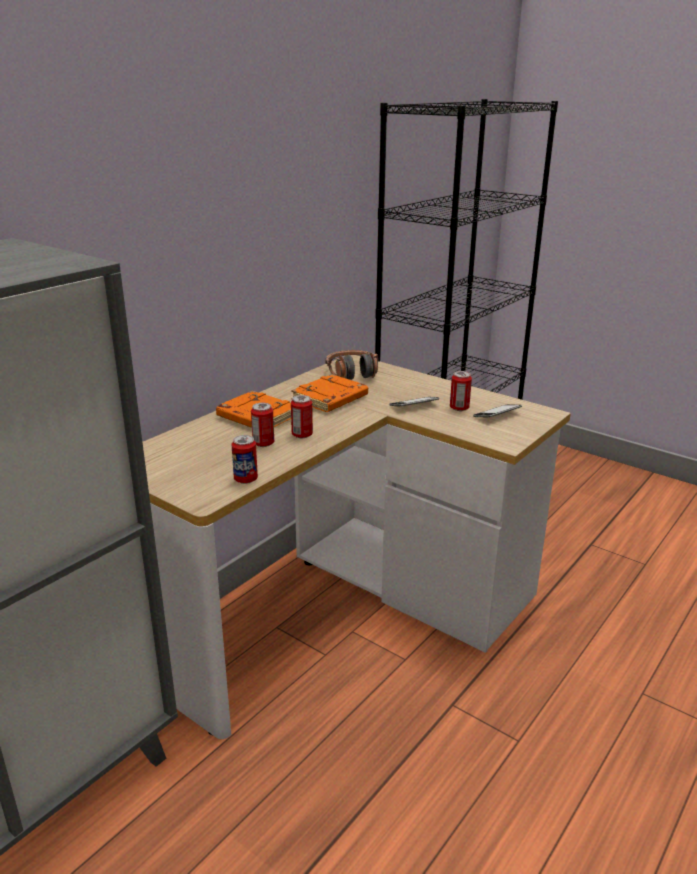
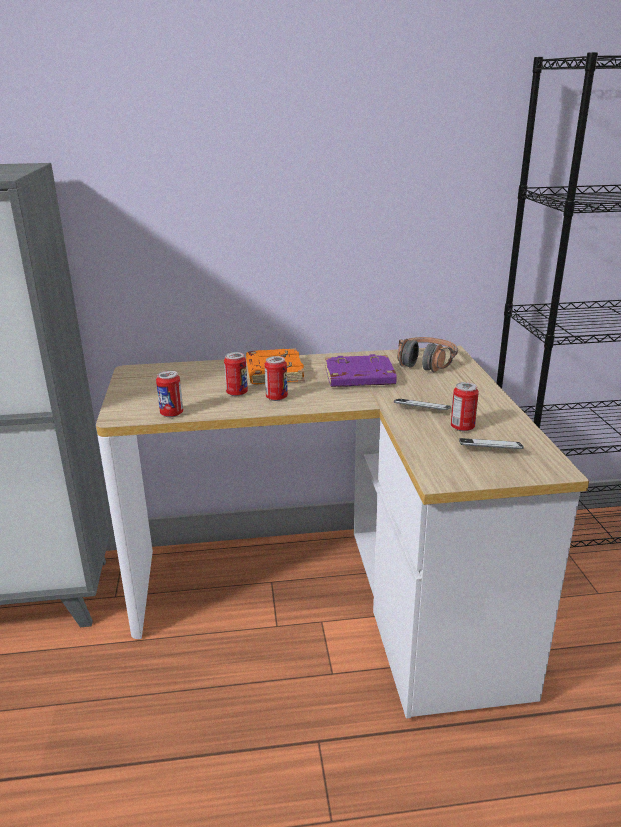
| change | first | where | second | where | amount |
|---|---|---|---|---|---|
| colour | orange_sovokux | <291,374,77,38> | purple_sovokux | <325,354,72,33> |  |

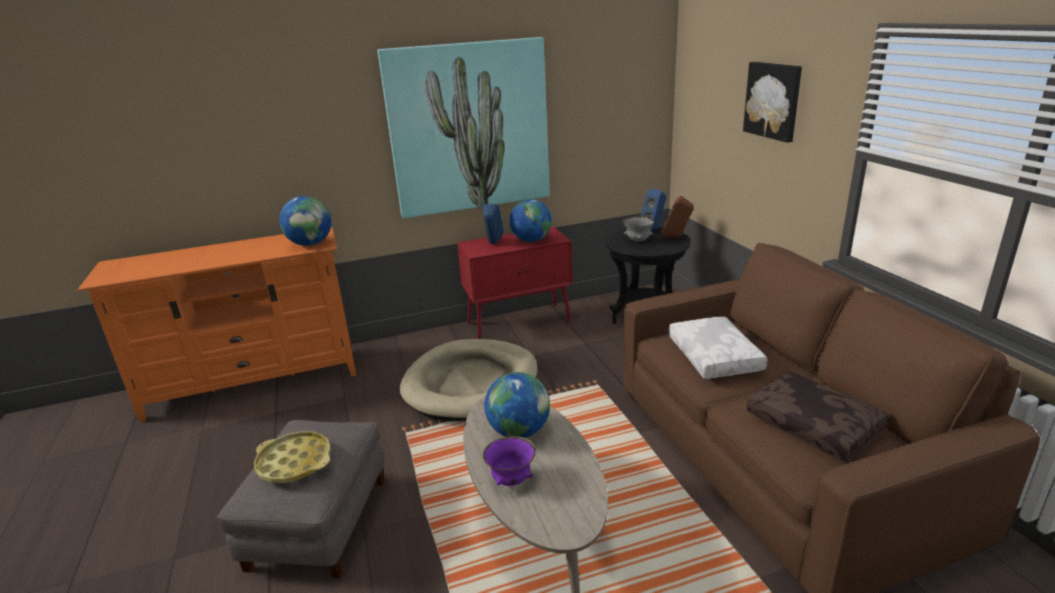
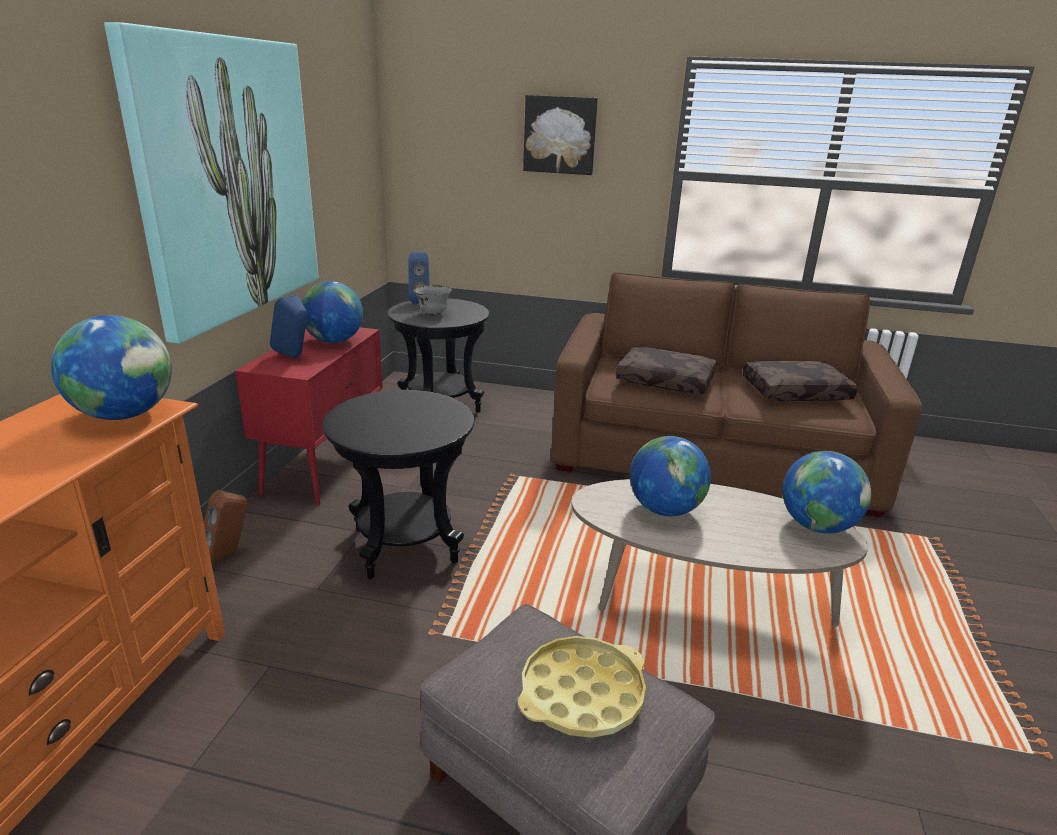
| change | first | where | second | where | amount |
|---|---|---|---|---|---|
| relocated | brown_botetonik | <661,196,33,42> |  | <204,490,44,74> |  |
| exchanged | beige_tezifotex | <400,339,138,82> | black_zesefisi | <322,390,152,189> |  |
| colour | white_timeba | <668,317,99,62> | brown_timeba | <616,347,101,47> |  |
| appeared |  |  | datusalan | <782,451,89,82> |  |
| missing | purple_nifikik | <483,436,53,50> |  |  |  |

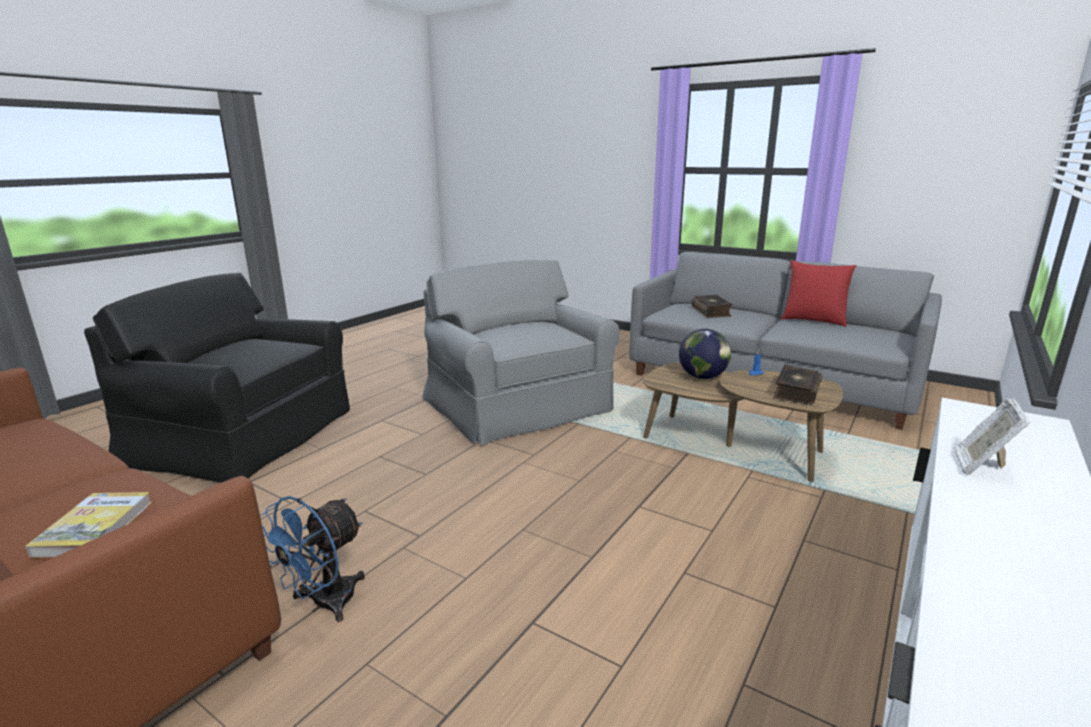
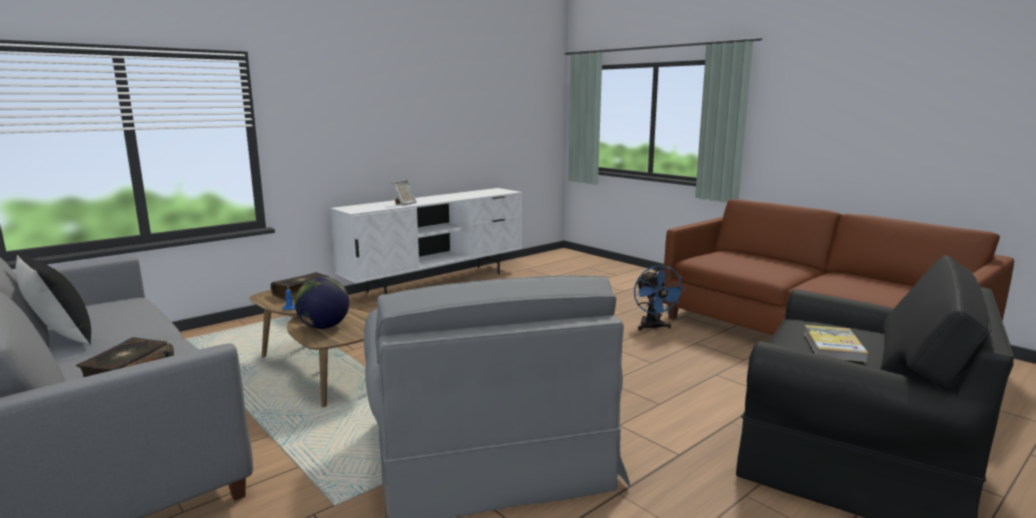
| change | first | where | second | where | amount |
|---|---|---|---|---|---|
| colour | red_timeba | <781,260,75,67> | black_timeba | <16,255,75,90> |  |
| spun | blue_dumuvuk | <260,496,105,126> |  | <634,265,52,66> | 120 degrees clockwise |
| relocated | sovokux | <25,492,127,66> |  | <804,325,64,37> |  |

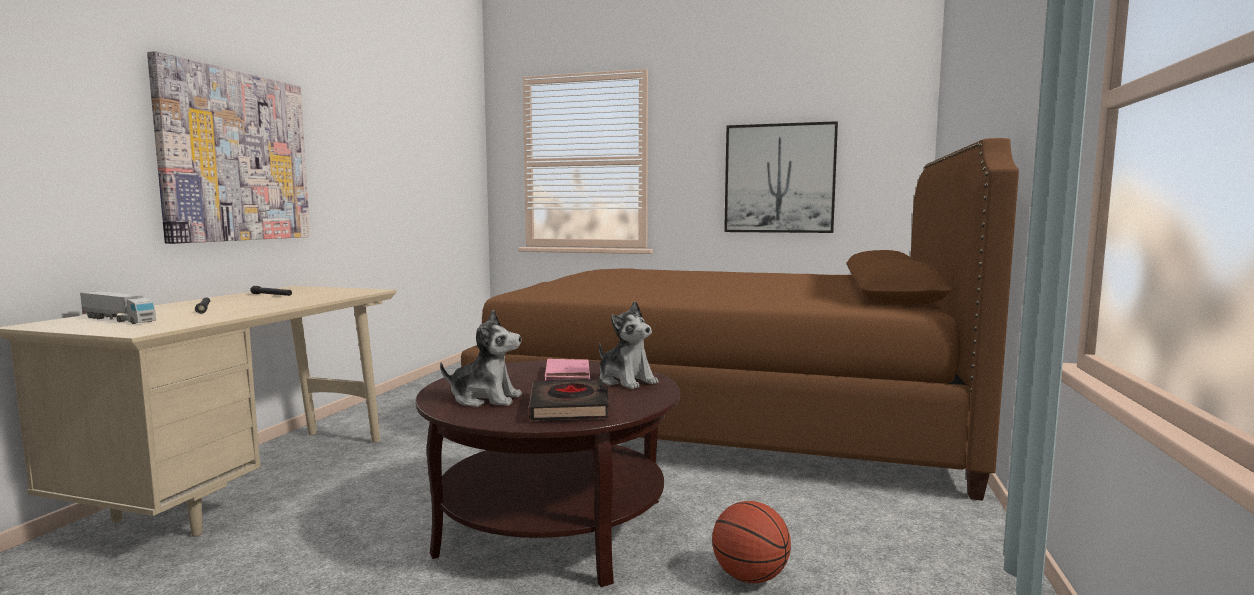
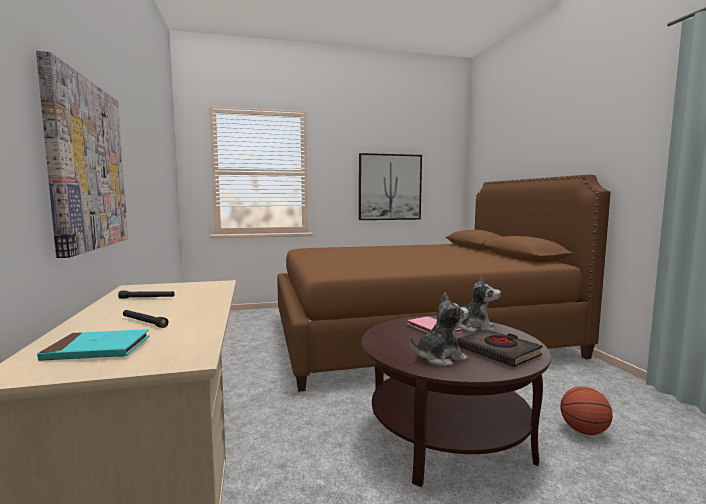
| change | first | where | second | where | amount |
|---|---|---|---|---|---|
| exchanged | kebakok | <80,291,76,33> | turquoise_sovokux | <37,329,113,32> |  |

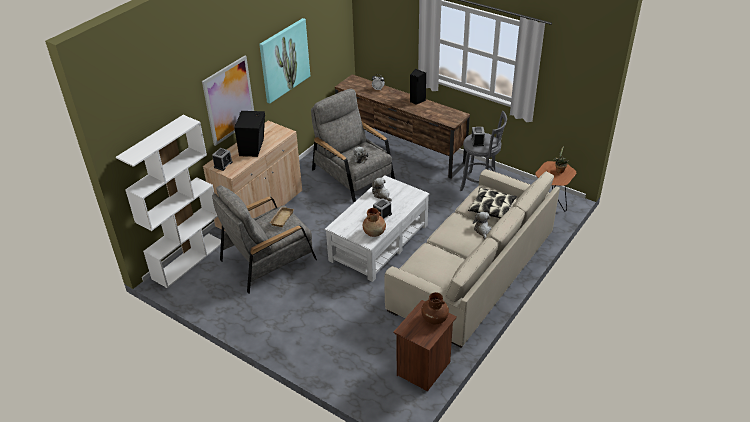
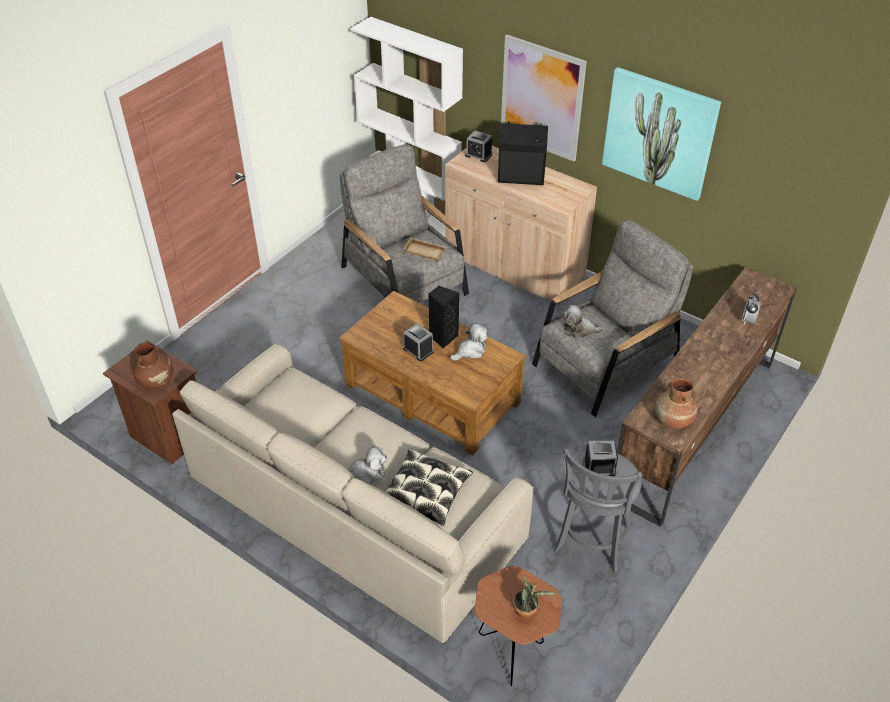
| change | first | where | second | where | amount |
|---|---|---|---|---|---|
| colour | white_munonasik | <325,175,105,107> | brown_munonasik | <339,291,187,164> |  |
| relocated | black_botetonik | <410,69,16,36> |  | <429,286,30,63> |  |
| relocated | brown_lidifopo | <363,208,23,29> |  | <655,378,43,51> |  |

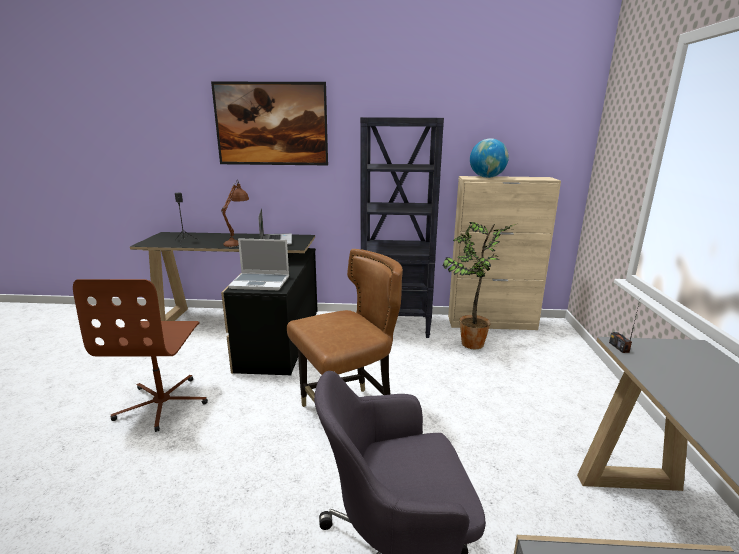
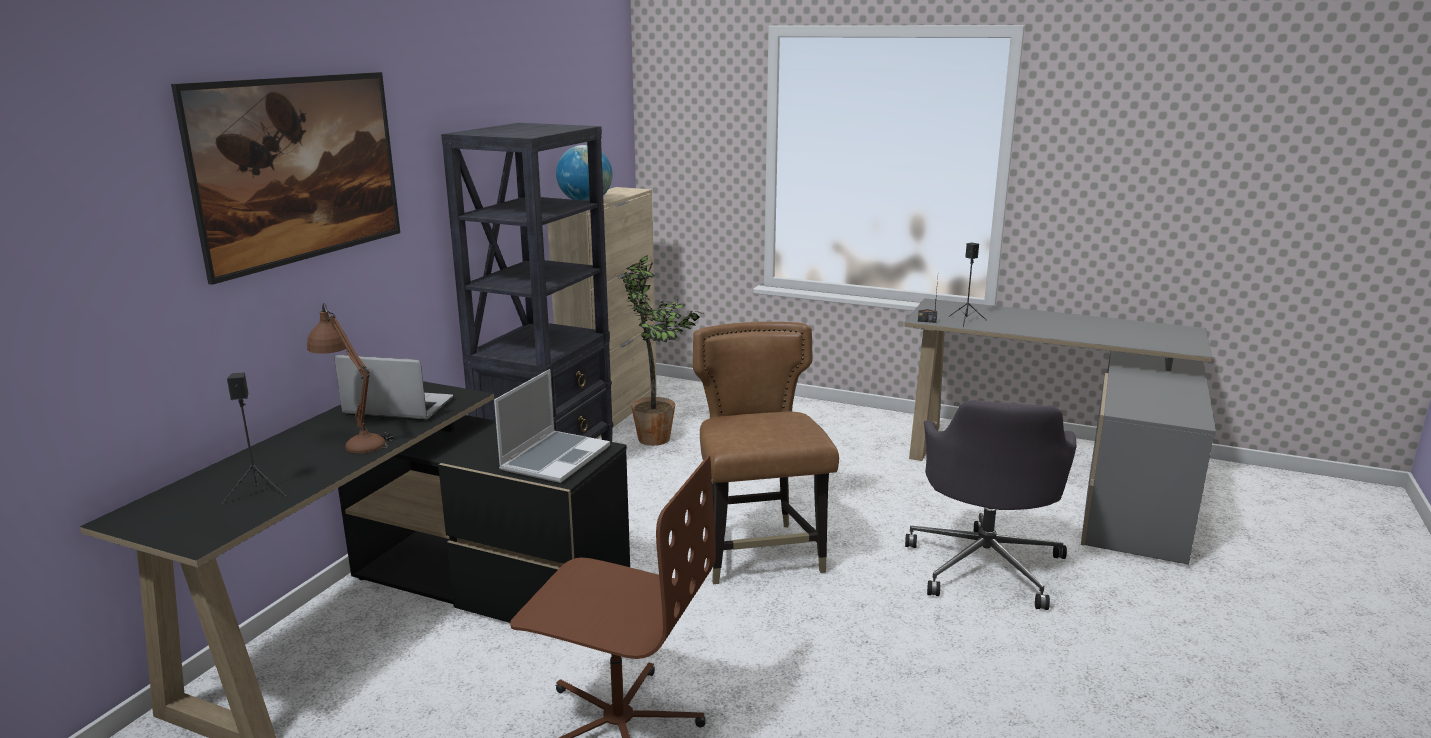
| change | first | where | second | where | amount |
|---|---|---|---|---|---|
| appeared |  |  | black_botetonik | <949,242,38,85> |  |

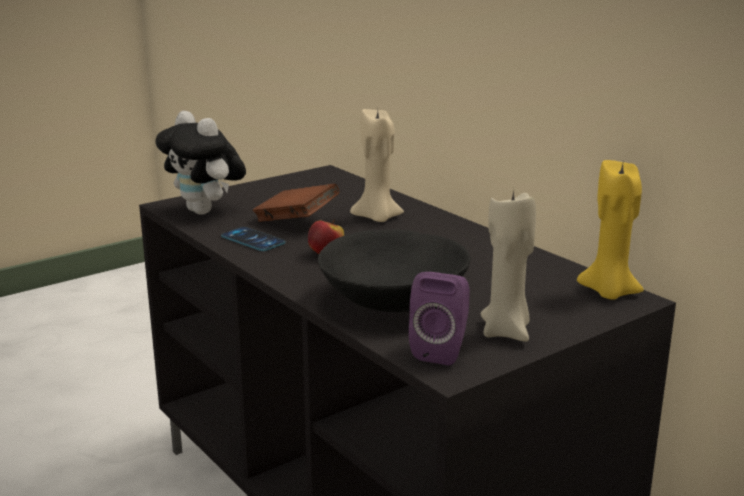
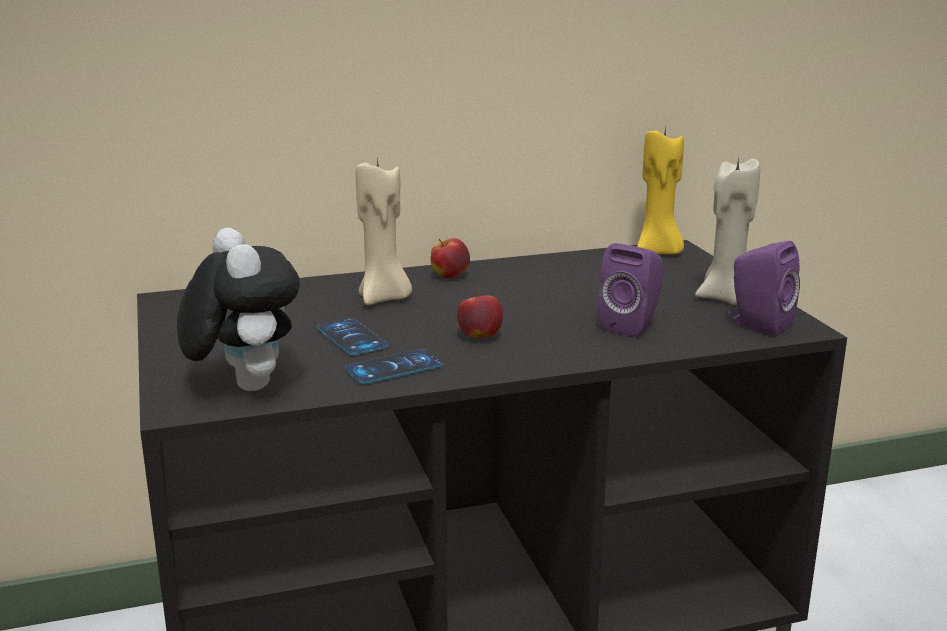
| change | first | where | second | where | amount |
|---|---|---|---|---|---|
| spun | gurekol | <155,111,91,104> |  | <177,228,123,163> | 90 degrees counterclockwise |
| exchanged | brown_sovokux | <253,183,86,39> | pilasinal | <317,318,71,37> |  |
| appeared |  |  | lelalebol | <430,238,40,40> |  |
| exchanged | black_nifikik | <318,229,152,83> | purple_botetonik | <598,243,65,94> |  |

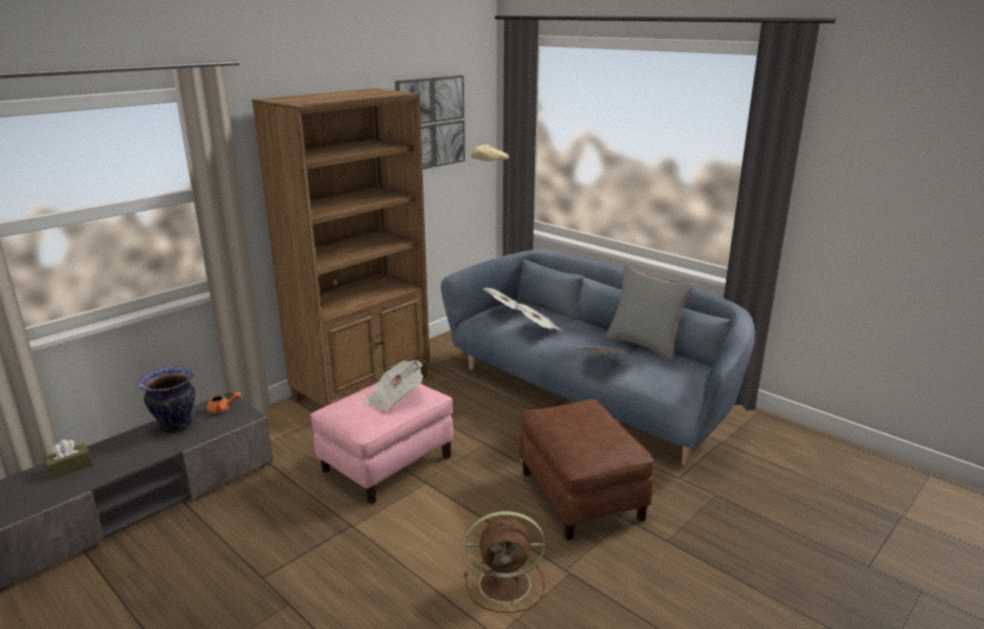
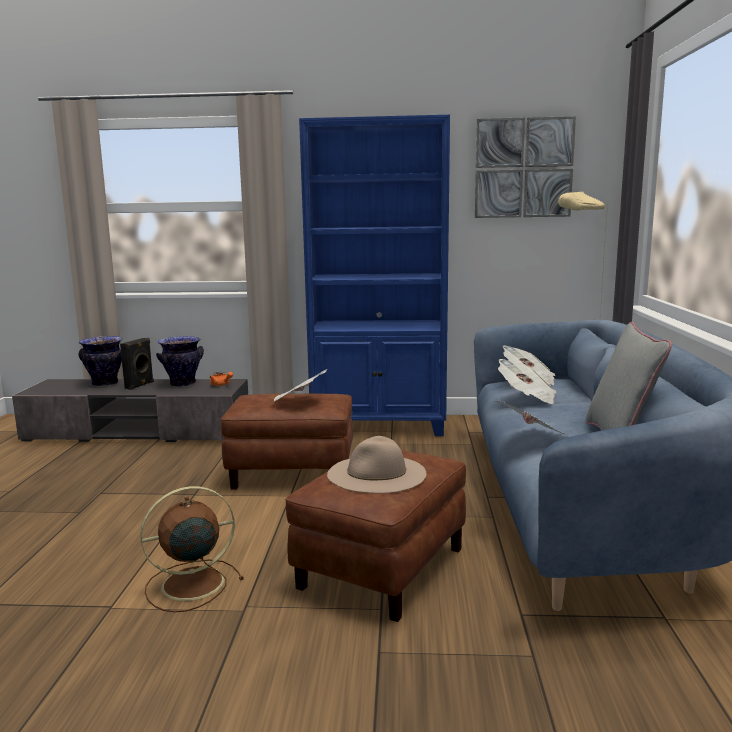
| change | first | where | second | where | amount |
|---|---|---|---|---|---|
| exchanged | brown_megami | <43,440,50,39> | lidifopo | <78,336,44,51> |  |
| appeared |  |  | black_botetonik | <120,338,34,52> |  |
| spun | brown_dumuvuk | <465,511,80,102> |  | <140,486,104,126> | 105 degrees clockwise |
| colour | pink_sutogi | <310,383,143,121> | brown_sutogi | <221,394,132,96> |  |
| colour | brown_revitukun | <252,88,178,321> | blue_revitukun | <299,115,151,321> |  |
| appeared |  |  | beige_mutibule | <327,436,99,58> |  |

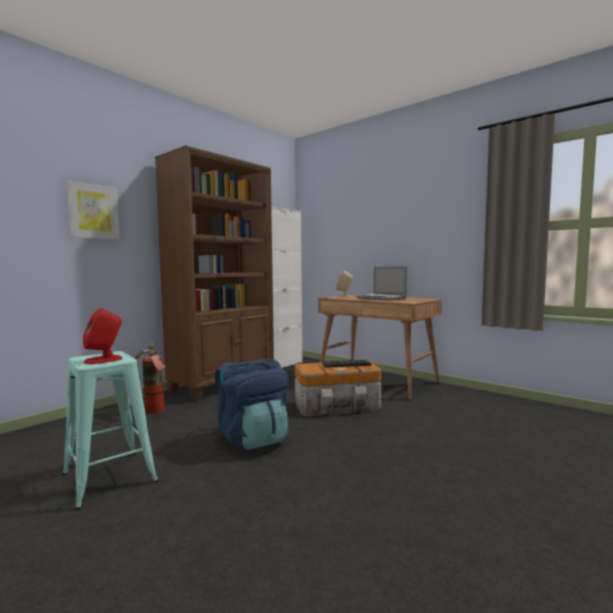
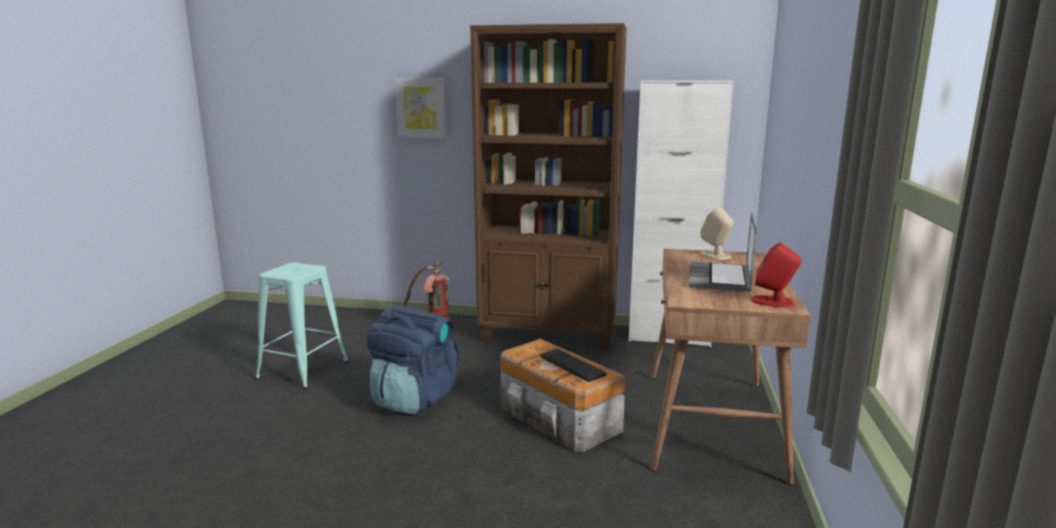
| change | first | where | second | where | amount |
|---|---|---|---|---|---|
| relocated | red_botetonik | <83,308,40,56> |  | <752,242,49,66> |  |

